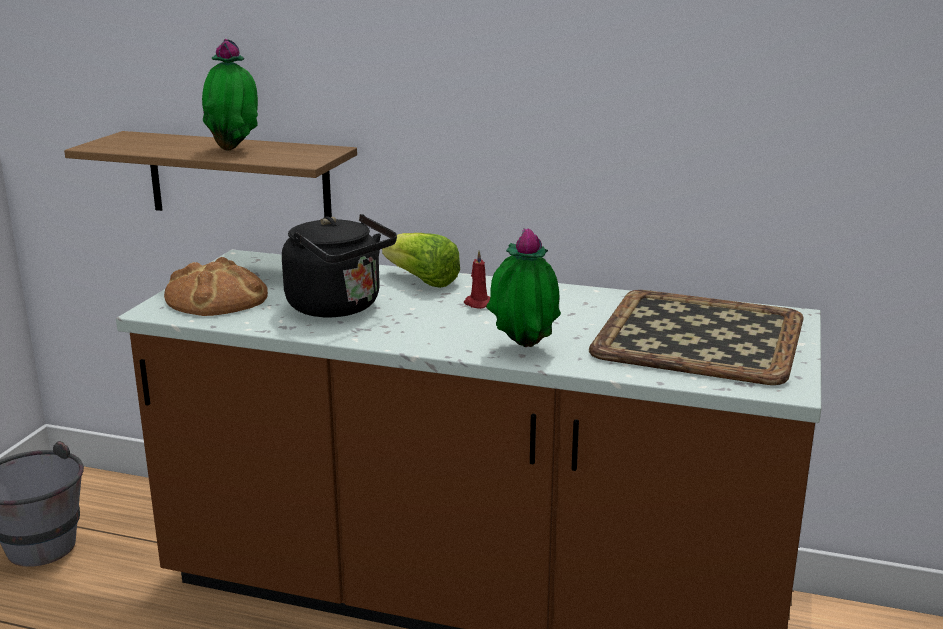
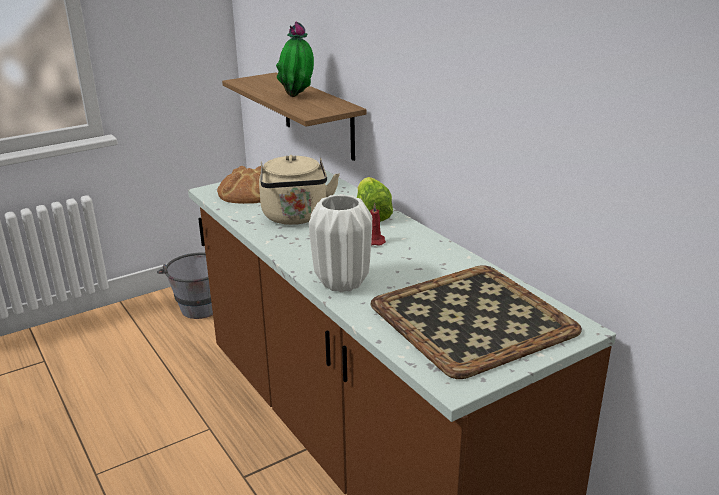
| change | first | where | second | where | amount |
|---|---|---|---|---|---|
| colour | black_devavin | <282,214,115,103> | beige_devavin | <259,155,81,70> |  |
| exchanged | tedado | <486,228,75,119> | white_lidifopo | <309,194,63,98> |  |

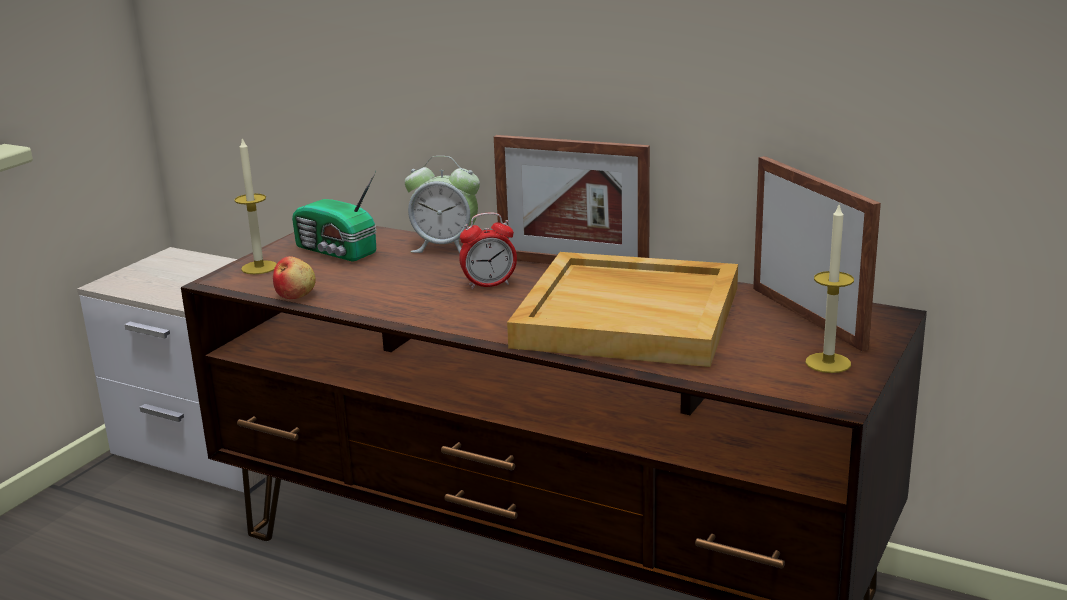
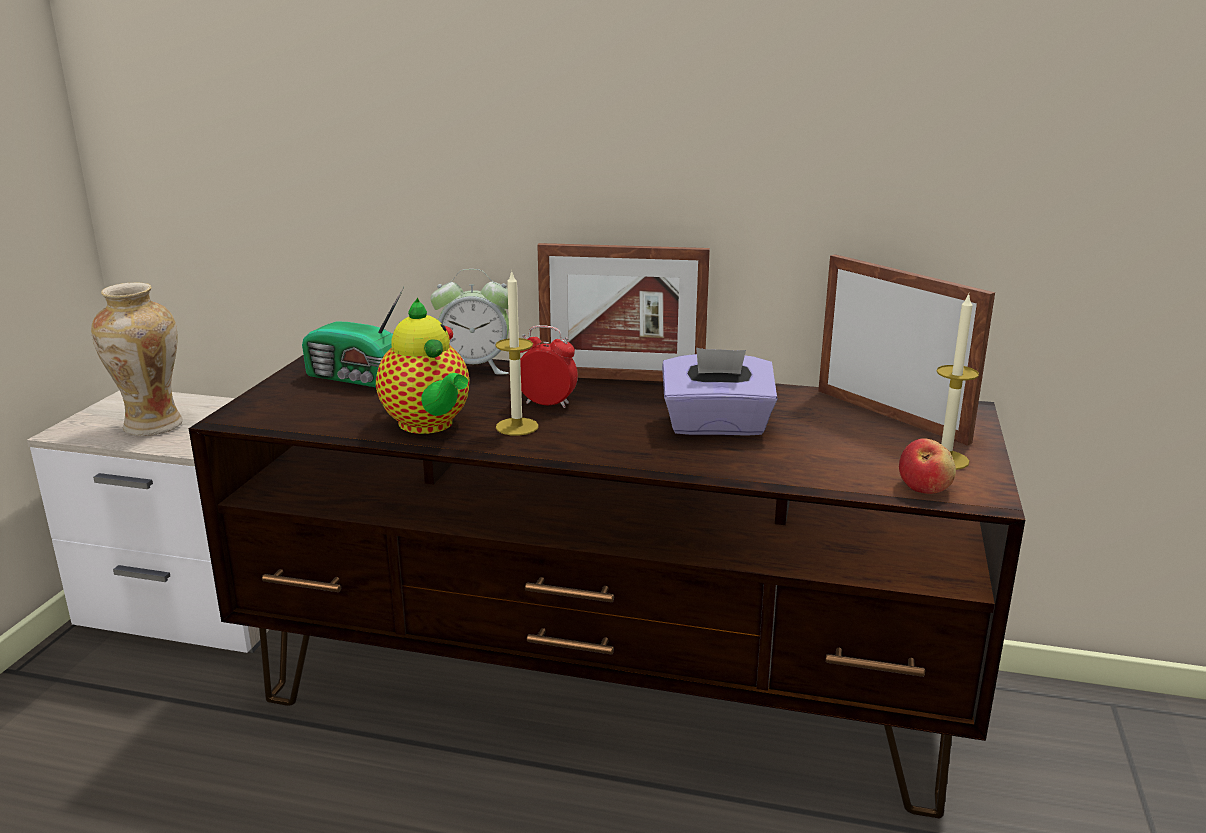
| change | first | where | second | where | amount |
|---|---|---|---|---|---|
| appeared |  |  | lidifopo | <91,282,92,154> |  |
| appeared |  |  | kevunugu | <376,298,93,136> |  |
| relocated | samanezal | <234,137,42,137> |  | <495,270,44,166> |  |
| spun | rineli | <459,212,58,77> |  | <520,325,58,83> | 135 degrees counterclockwise |
| exchanged | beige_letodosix | <507,252,231,115> | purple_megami | <662,348,116,88> |  |
| relocated | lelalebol | <273,256,43,43> |  | <899,438,57,56> |  |

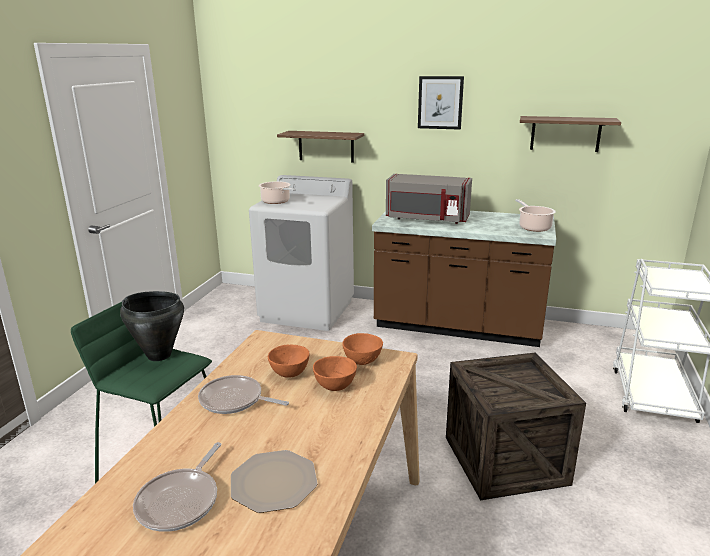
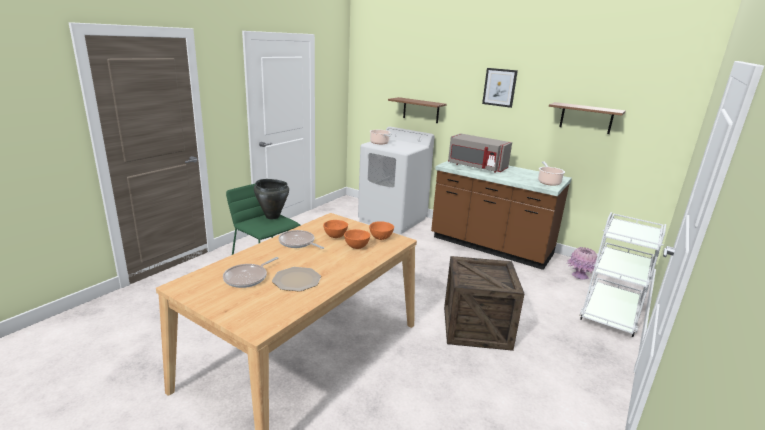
| change | first | where | second | where | amount |
|---|---|---|---|---|---|
| appeared |  |  | pink_lidifopo | <567,247,30,33> |  |

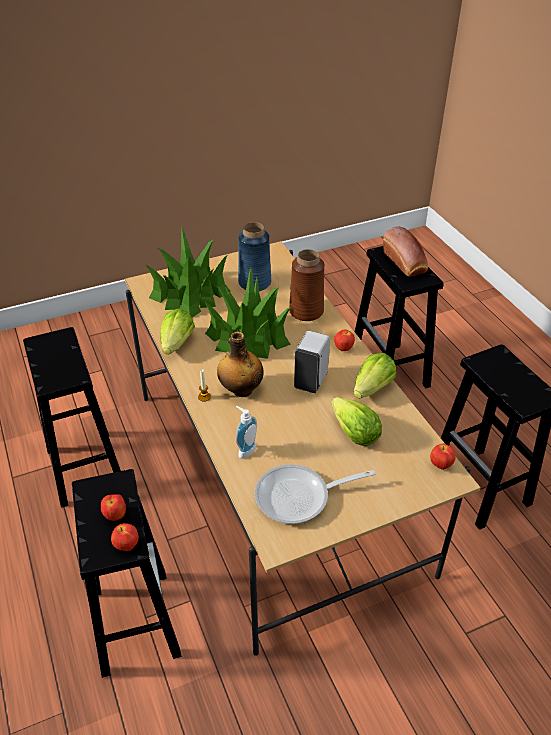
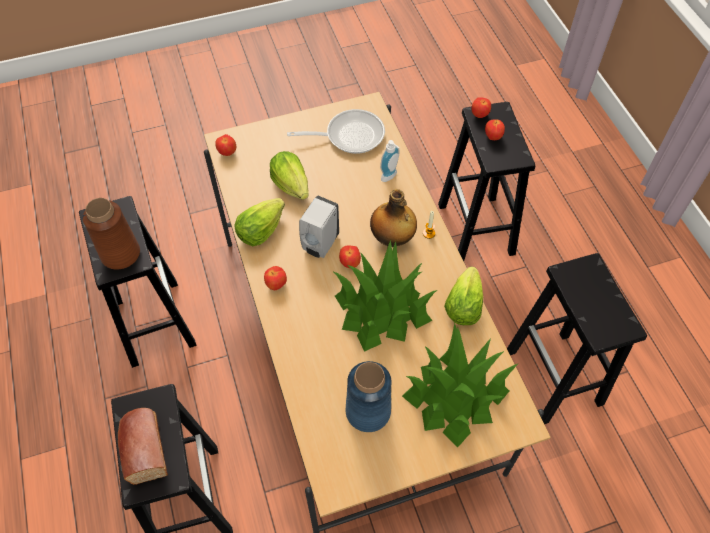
| change | first | where | second | where | amount |
|---|---|---|---|---|---|
| relocated | brown_lidifopo | <289,249,35,72> |  | <83,198,57,71> |  |
| appeared |  |  | lelalebol | <339,246,22,22> |  |

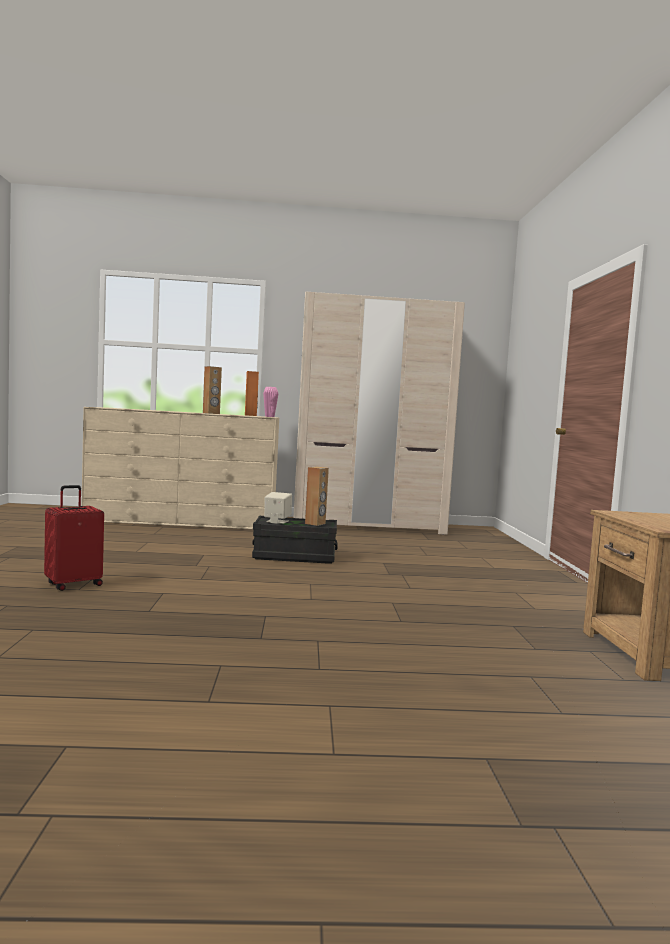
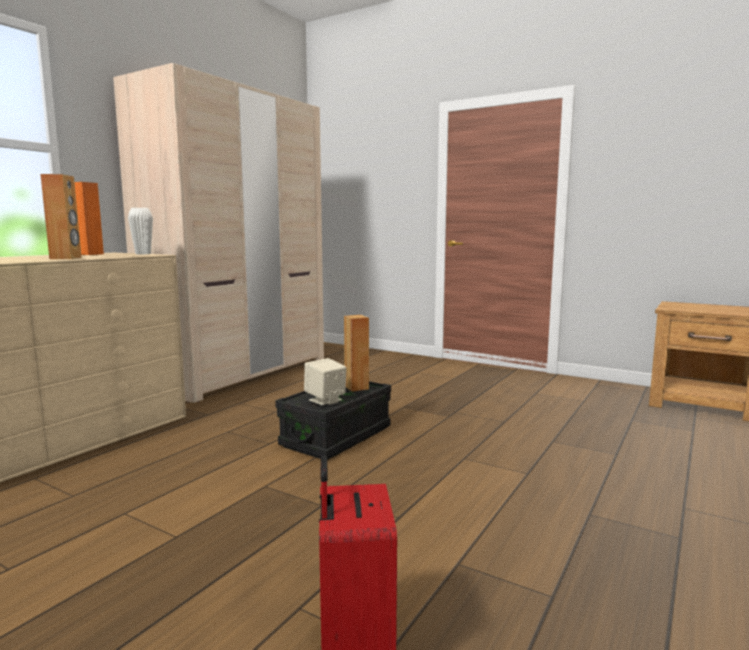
| change | first | where | second | where | amount |
|---|---|---|---|---|---|
| colour | pink_lidifopo | <263,387,15,30> | white_lidifopo | <128,208,25,46> |  |

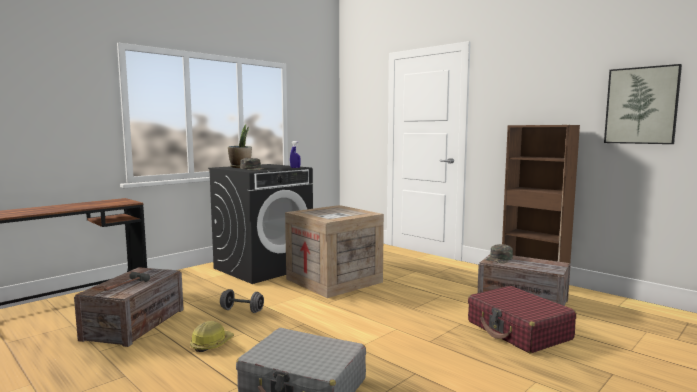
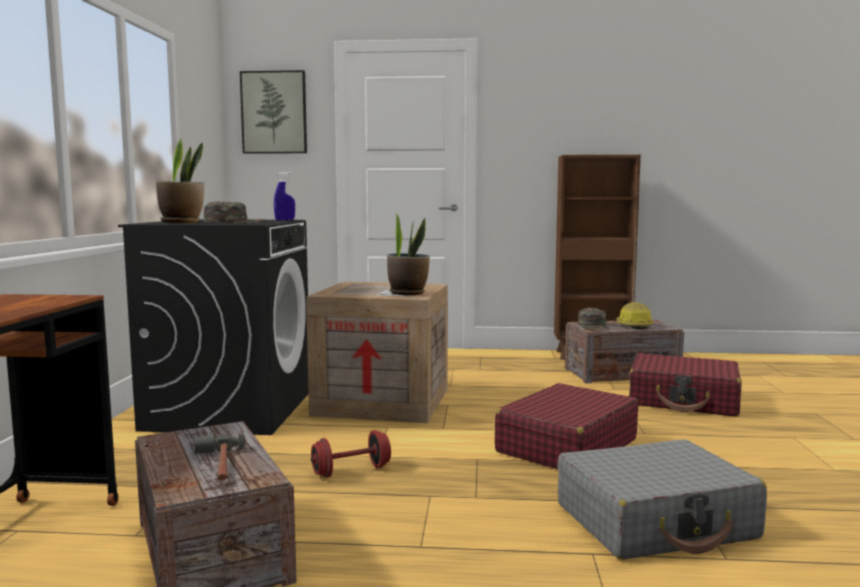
| change | first | where | second | where | amount |
|---|---|---|---|---|---|
| relocated | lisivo | <604,64,78,80> |  | <240,70,67,84> |  |
| colour | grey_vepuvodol | <220,289,44,24> | red_vepuvodol | <311,430,80,48> |  |
| appeared |  |  | tedado | <387,213,43,82> |  |
| appeared |  |  | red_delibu | <495,383,143,86> |  |
| relocated | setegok | <190,321,44,31> |  | <616,302,38,28> |  |

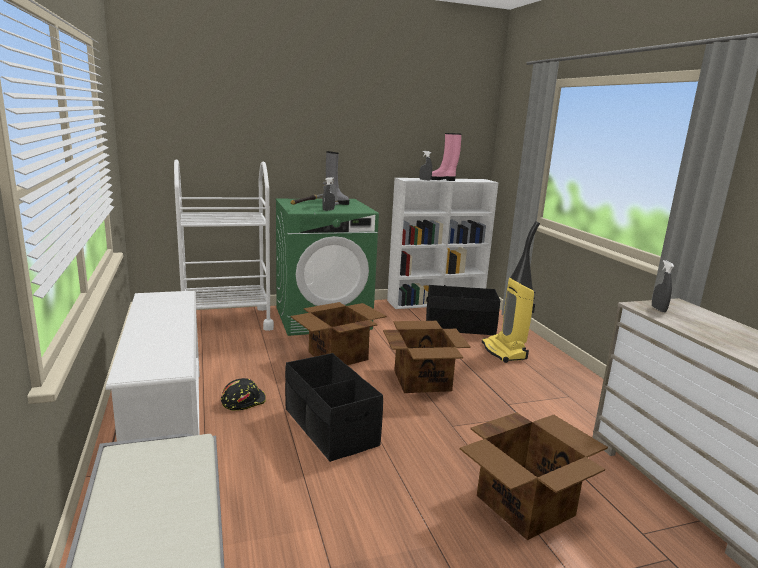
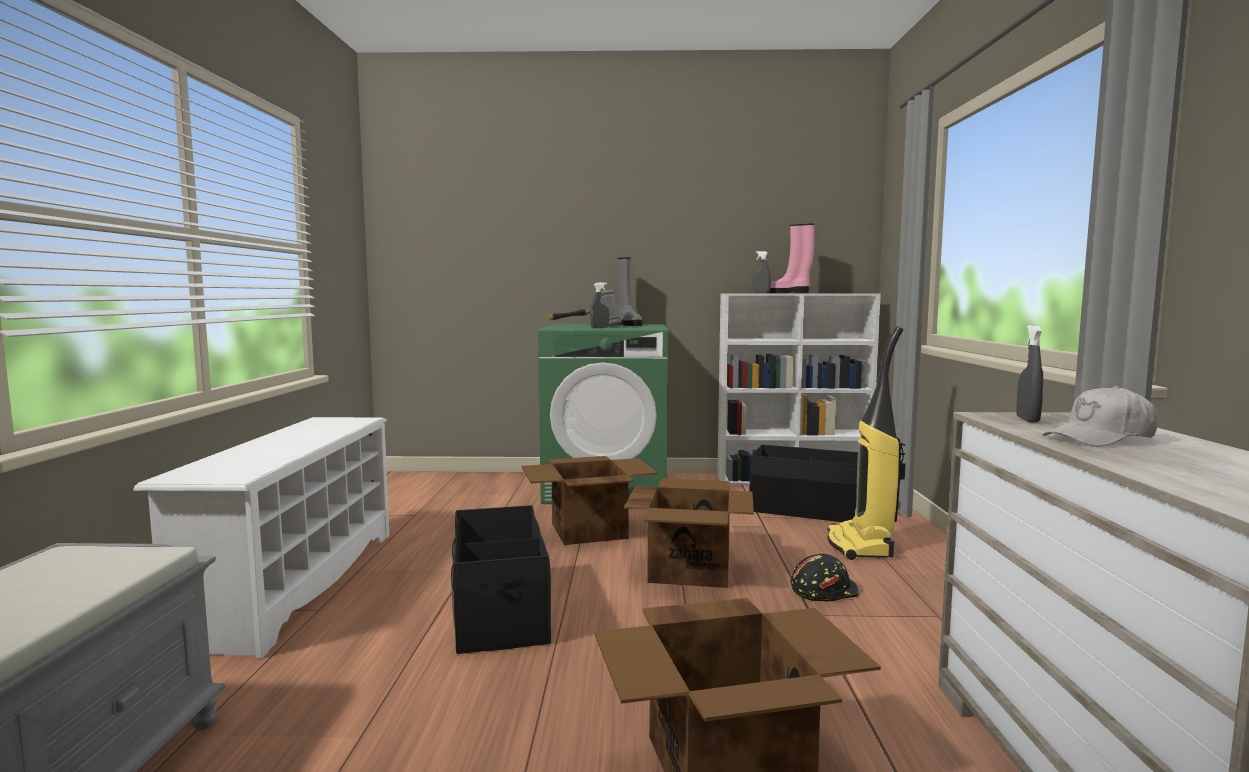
| change | first | where | second | where | amount |
|---|---|---|---|---|---|
| relocated | black_setegok | <221,378,45,33> |  | <791,554,68,48> |  |
| appeared |  |  | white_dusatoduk | <1043,386,114,60> |  |
| missing | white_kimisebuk | <174,159,100,172> |  |  |  |

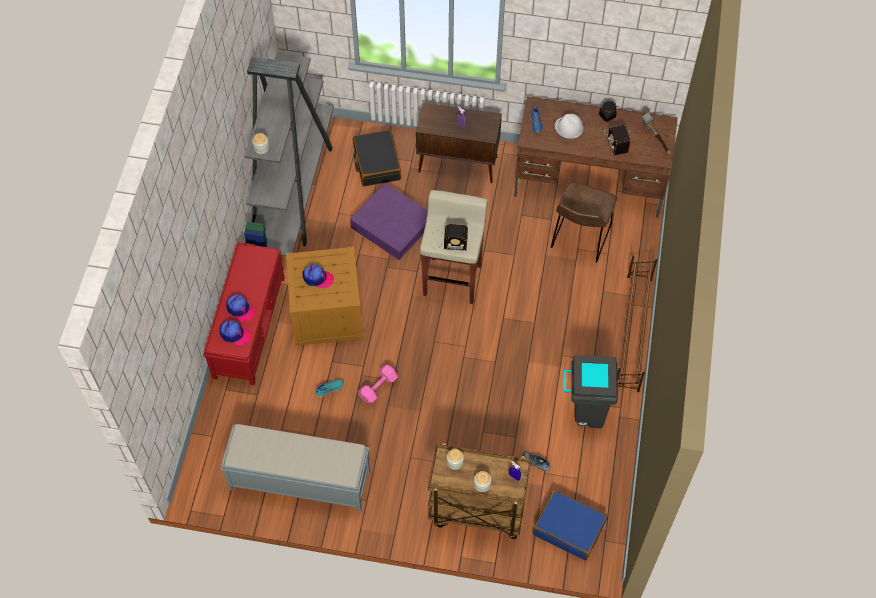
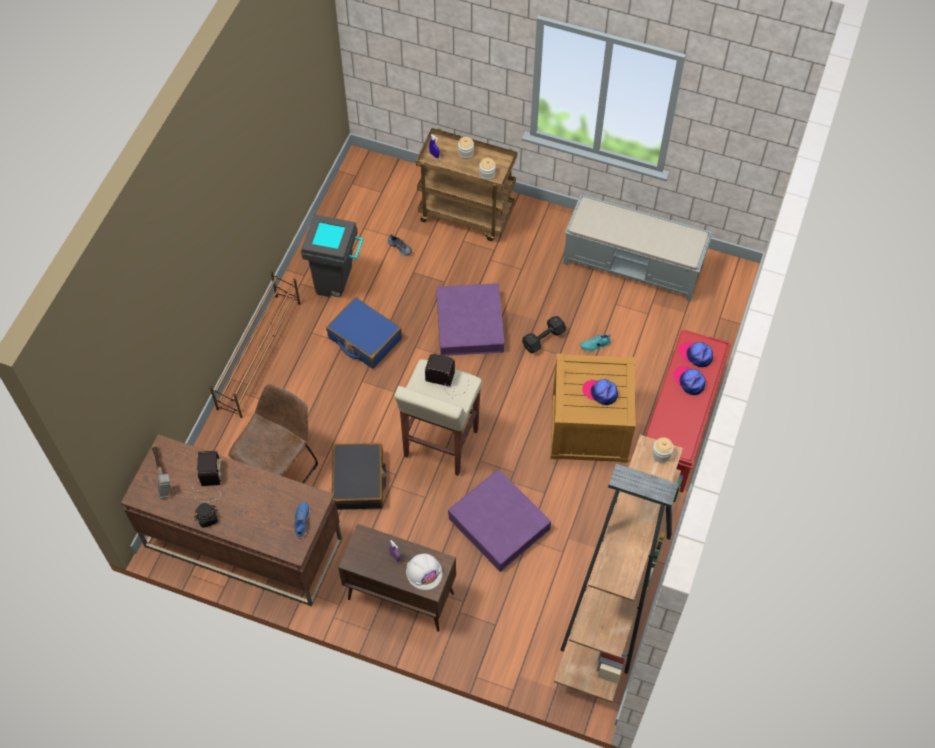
| change | first | where | second | where | amount |
|---|---|---|---|---|---|
| relocated | blue_delibu | <533,490,74,70> |  | <326,297,76,72> |  |
| relocated | black_delibu | <353,130,48,56> |  | <332,443,54,67> |  |
| relocated | white_setegok | <555,114,28,25> |  | <406,554,36,36> |  |
| appeared |  |  | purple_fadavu | <436,283,68,73> |  |
| colour | pink_vepuvodol | <358,365,40,38> | black_vepuvodol | <522,316,44,37> |  |
| colour | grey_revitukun | <244,53,90,204> | brown_revitukun | <554,435,129,268> |  |

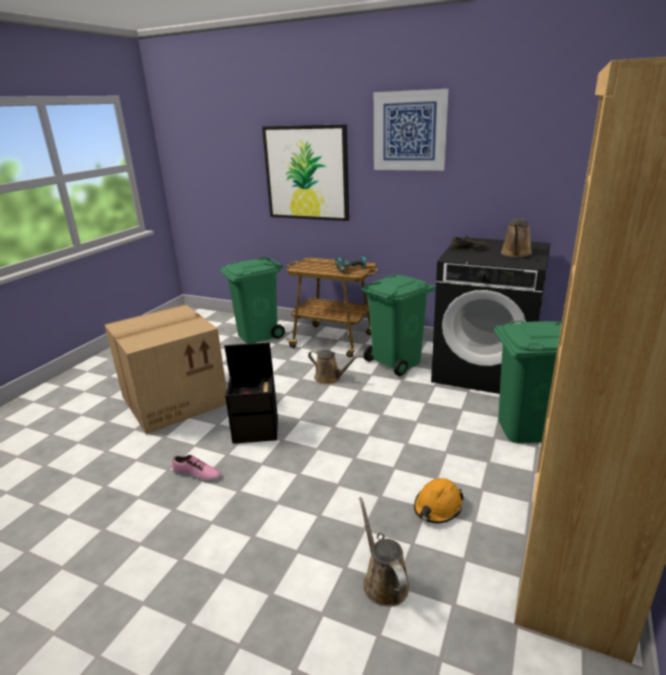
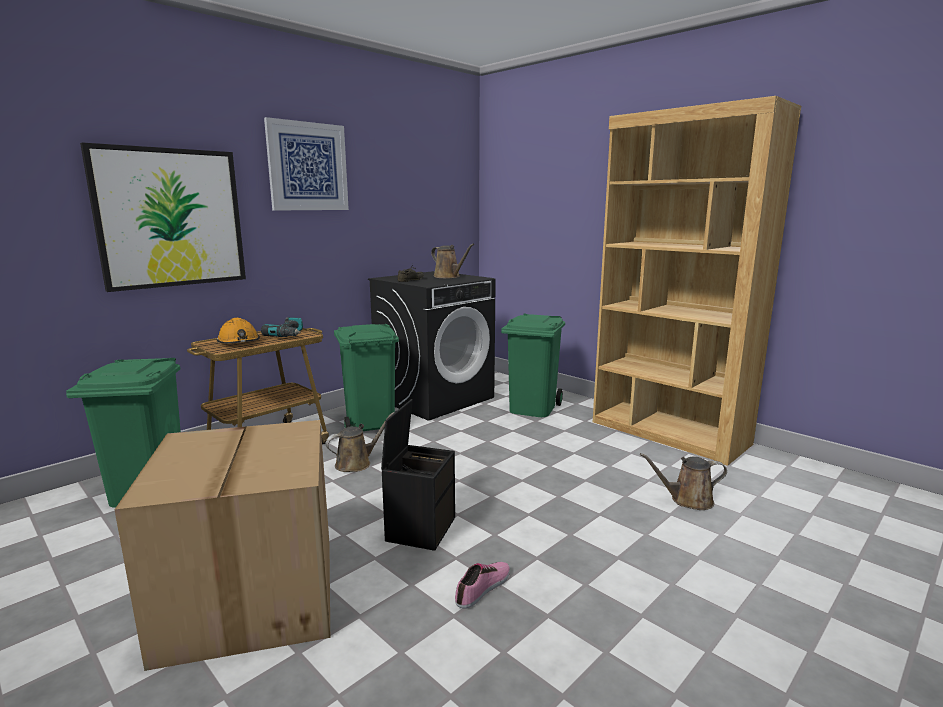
| change | first | where | second | where | amount |
|---|---|---|---|---|---|
| relocated | orange_setegok | <414,478,50,45> |  | <217,318,43,26> |  |

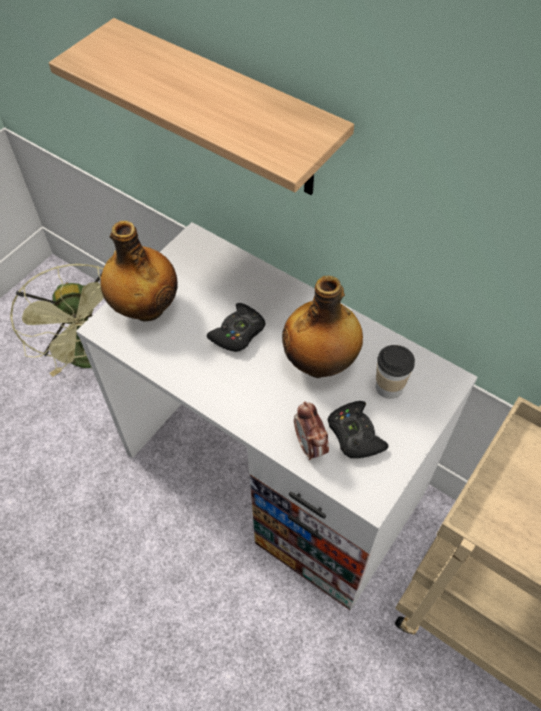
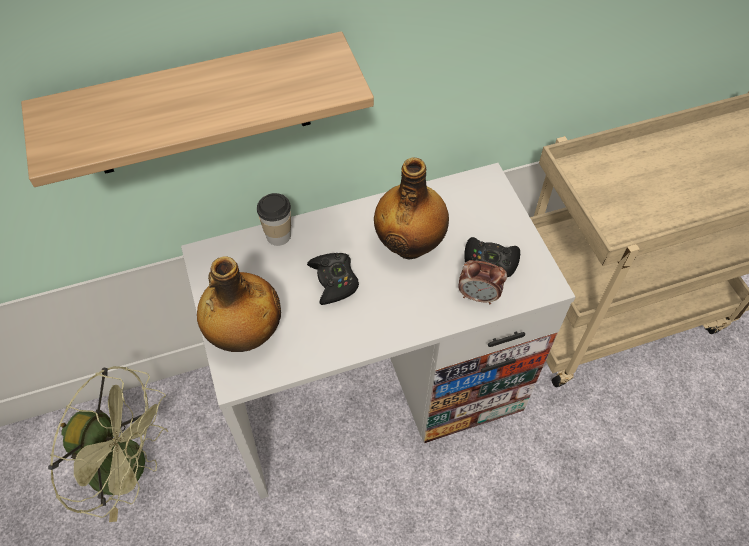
| change | first | where | second | where | amount |
|---|---|---|---|---|---|
| relocated | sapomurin | <376,345,39,54> |  | <257,193,34,53> |  |

